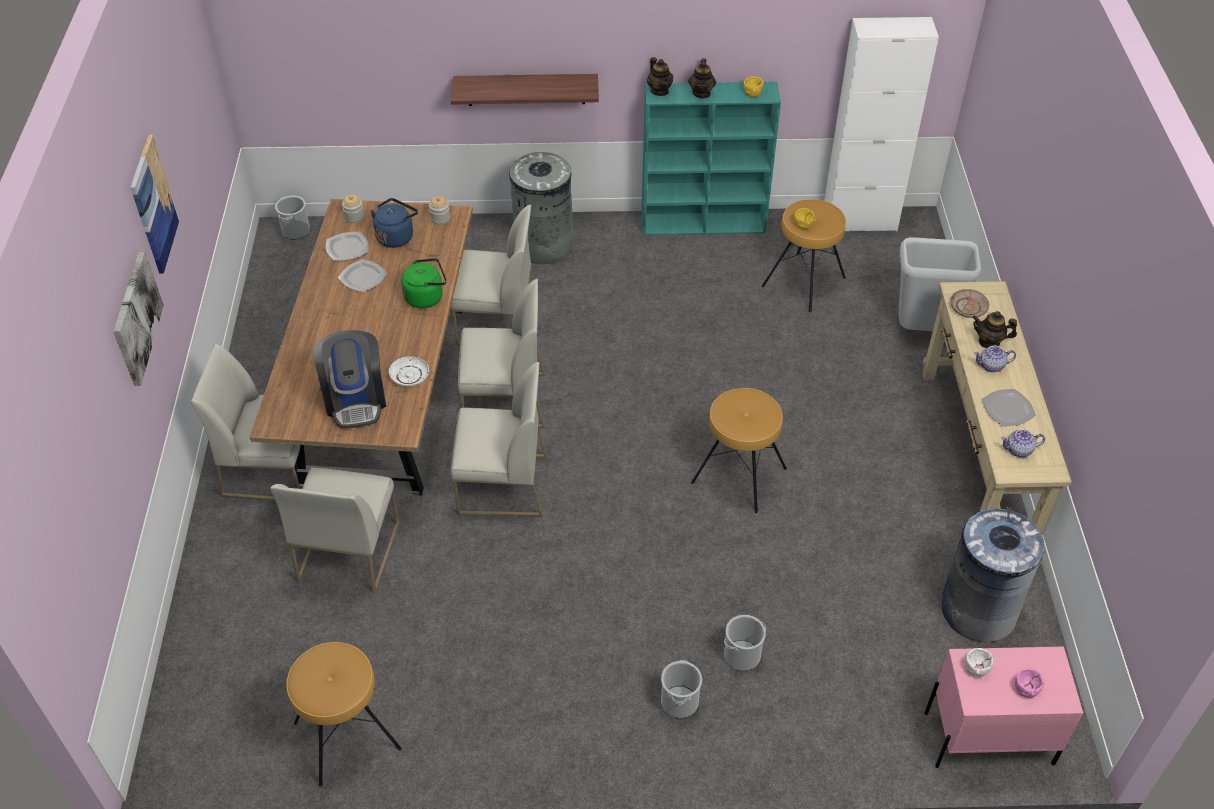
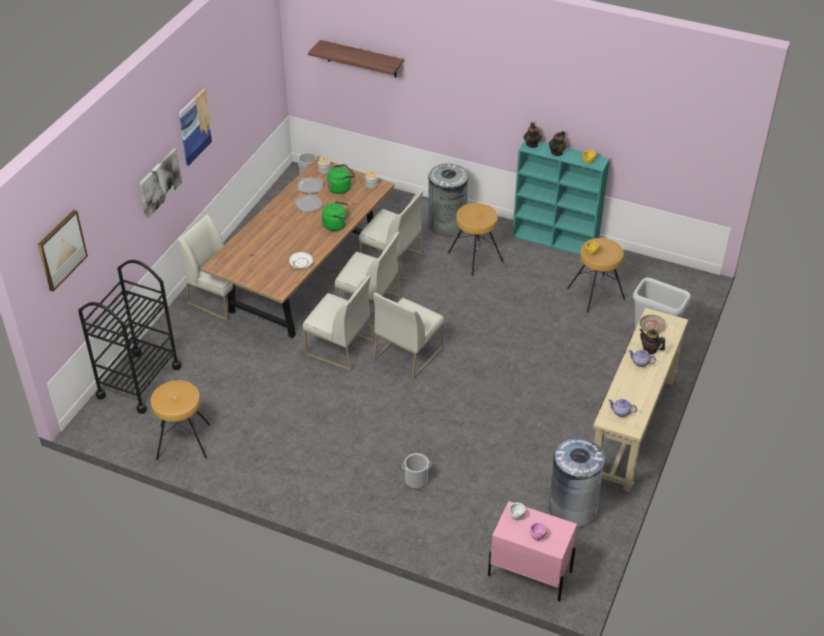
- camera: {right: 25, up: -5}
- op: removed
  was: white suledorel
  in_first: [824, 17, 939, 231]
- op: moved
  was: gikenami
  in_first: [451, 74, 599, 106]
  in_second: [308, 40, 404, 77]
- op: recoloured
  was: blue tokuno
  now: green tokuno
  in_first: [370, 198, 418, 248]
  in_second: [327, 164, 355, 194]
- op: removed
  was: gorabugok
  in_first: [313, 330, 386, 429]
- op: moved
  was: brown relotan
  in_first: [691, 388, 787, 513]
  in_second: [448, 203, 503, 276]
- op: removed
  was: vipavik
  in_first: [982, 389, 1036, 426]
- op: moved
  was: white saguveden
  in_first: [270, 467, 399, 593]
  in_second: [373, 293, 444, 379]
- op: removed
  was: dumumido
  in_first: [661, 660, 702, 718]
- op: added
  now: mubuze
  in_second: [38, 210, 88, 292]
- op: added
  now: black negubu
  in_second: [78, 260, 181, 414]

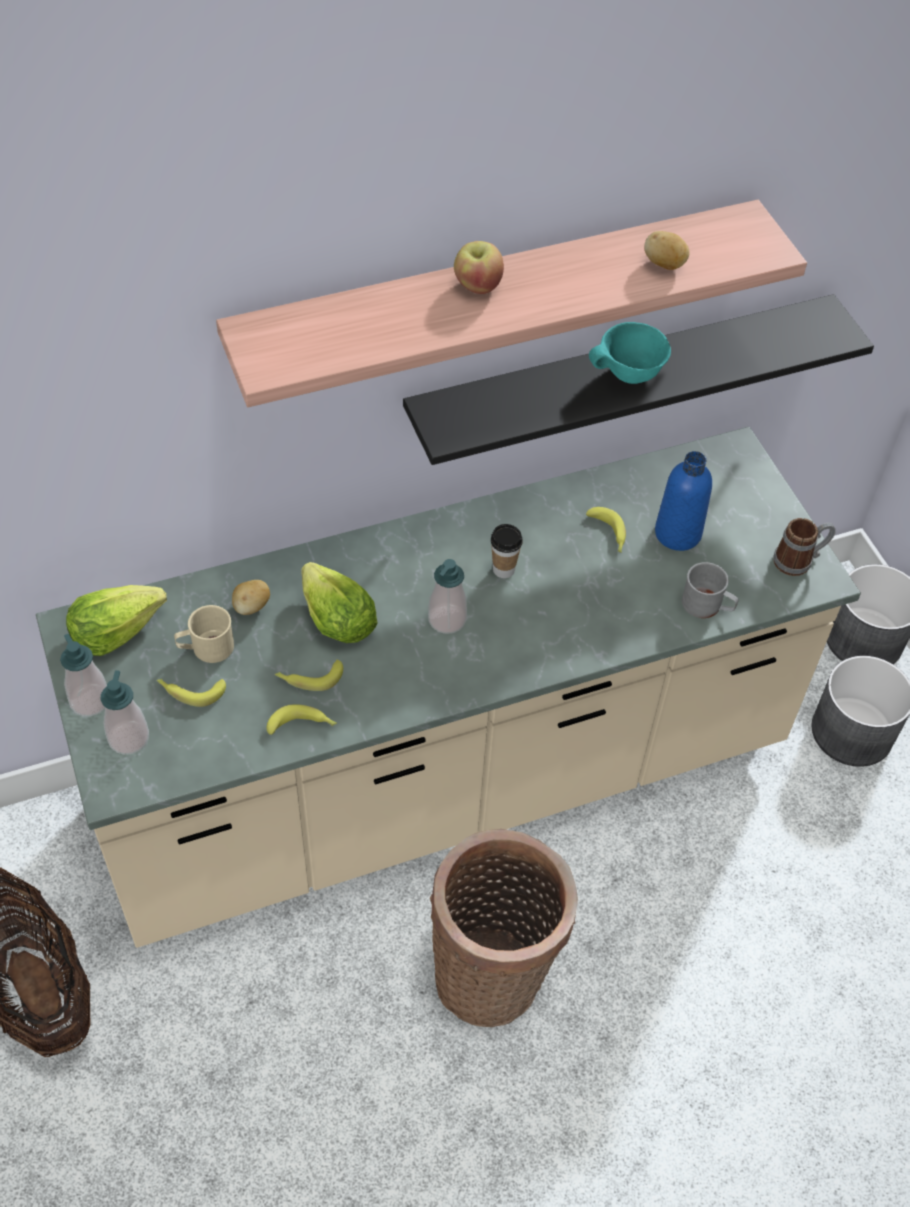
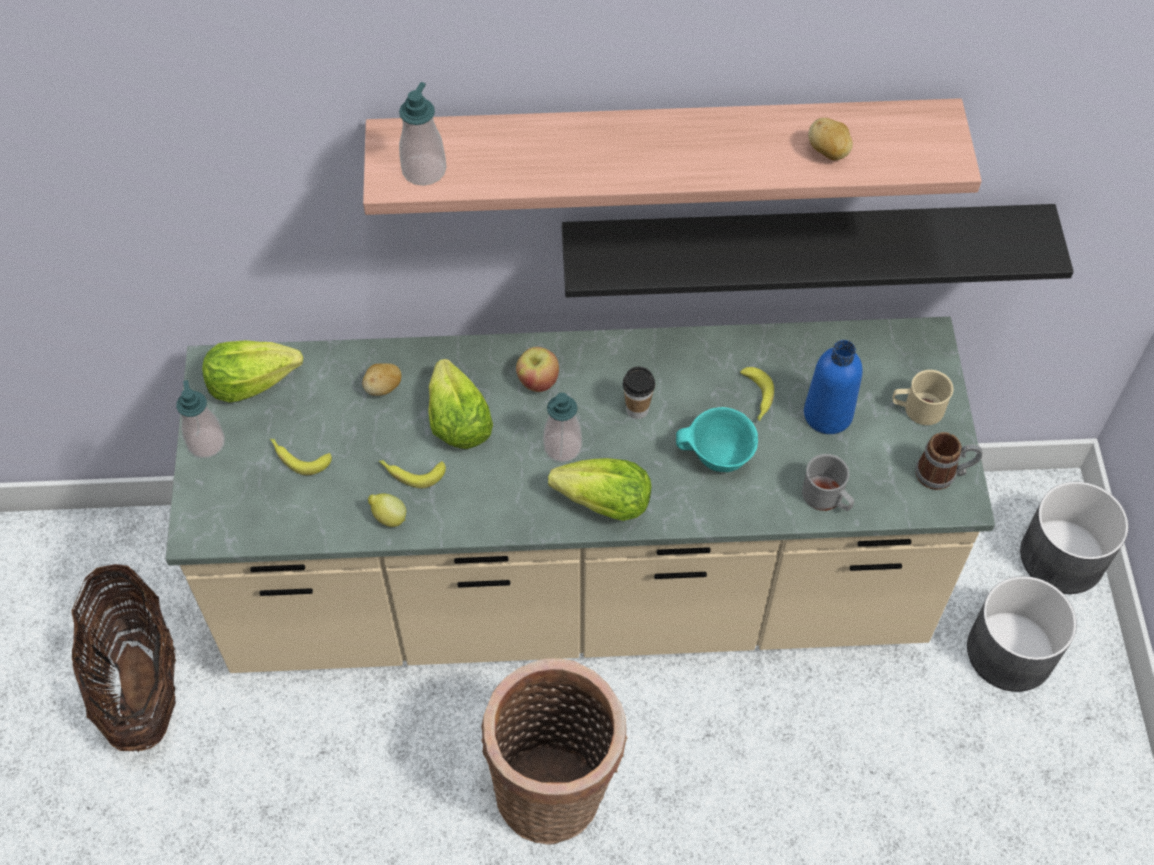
- camera: {right: 20, up: 5}
- op: moved
  was: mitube
  in_first: [454, 241, 504, 294]
  in_second: [516, 347, 559, 392]
- op: moved
  was: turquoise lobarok
  in_first: [589, 322, 671, 384]
  in_second: [676, 407, 758, 472]
- op: moved
  was: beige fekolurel
  in_first: [174, 605, 234, 663]
  in_second: [892, 370, 953, 425]
- op: moved
  was: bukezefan
  in_first: [101, 670, 149, 755]
  in_second: [399, 82, 446, 186]
- op: replaced
  was: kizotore
  now: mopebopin
  in_first: [267, 704, 337, 735]
  in_second: [368, 493, 406, 527]
- op: added
  now: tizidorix
  in_second: [548, 458, 652, 521]

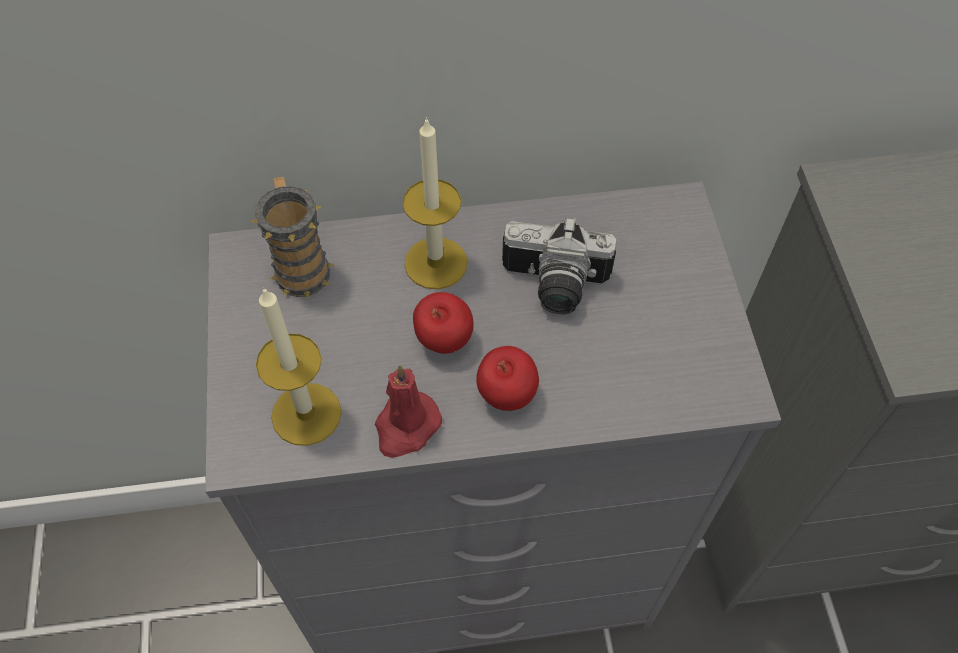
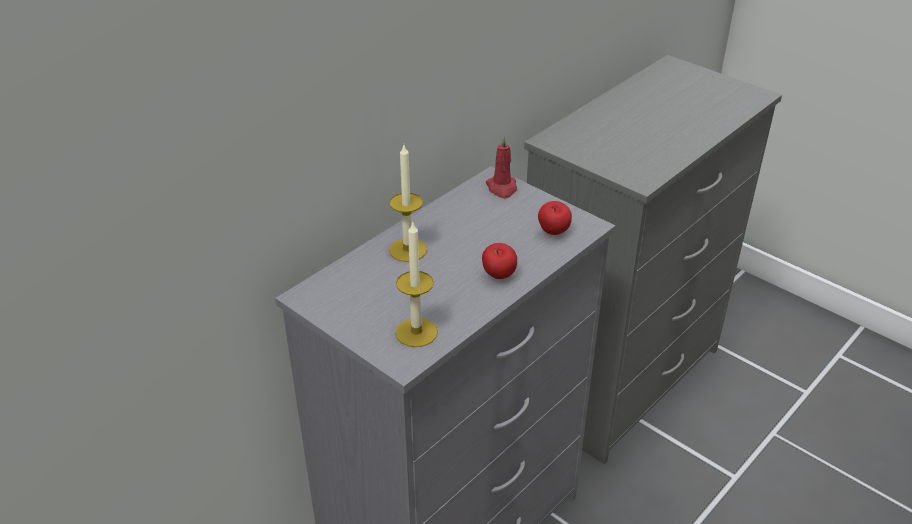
- camera: {right: -40, up: -20}
- op: removed
  was: fekolurel
  in_first: [251, 176, 334, 298]
- op: removed
  was: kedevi
  in_first: [502, 217, 617, 314]
- op: moved
  was: mitube
  in_first: [413, 292, 474, 354]
  in_second: [538, 201, 572, 235]
- op: moved
  was: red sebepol
  in_first: [375, 365, 442, 458]
  in_second: [486, 136, 517, 198]

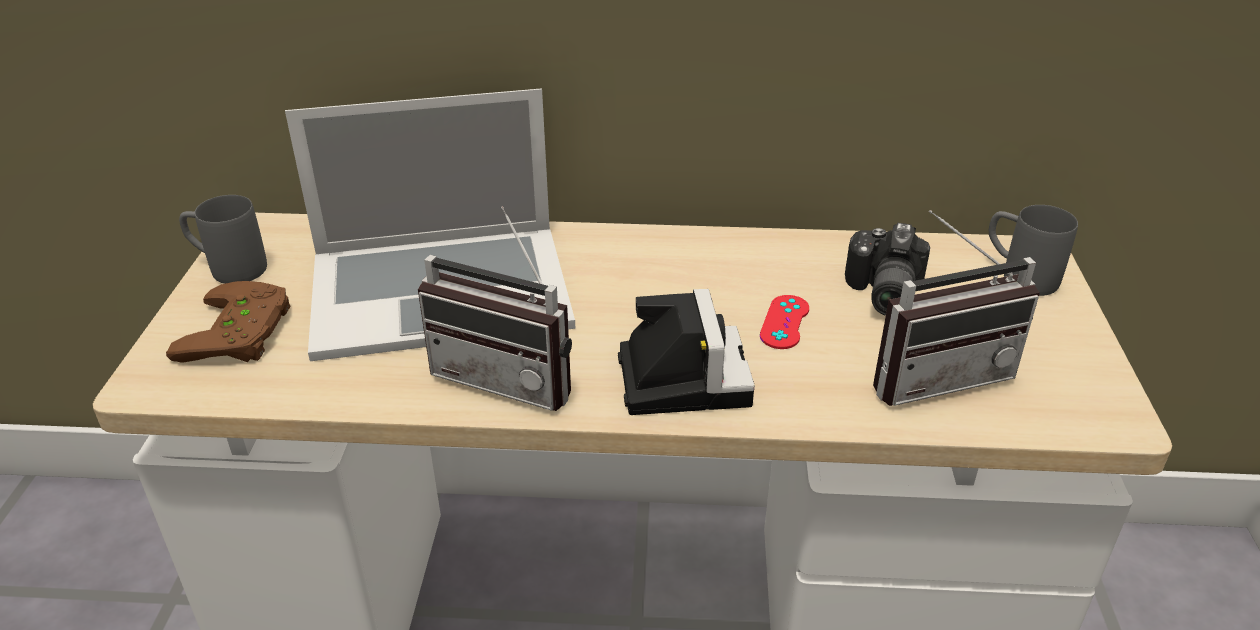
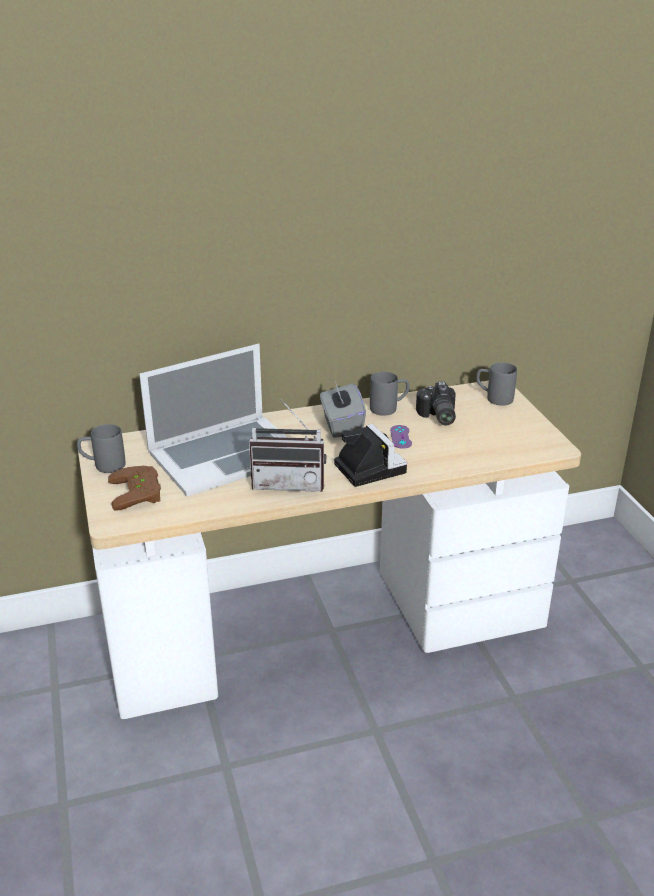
- camera: {right: -20, up: -5}
- op: removed
  was: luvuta
  in_first: [873, 210, 1040, 406]
- op: recoloured
  was: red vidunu
  now: purple vidunu
  in_first: [760, 295, 809, 349]
  in_second: [390, 425, 412, 449]
- op: added
  now: grey fekolurel
  in_second: [370, 372, 410, 416]
- op: added
  now: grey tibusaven
  in_second: [320, 381, 366, 438]

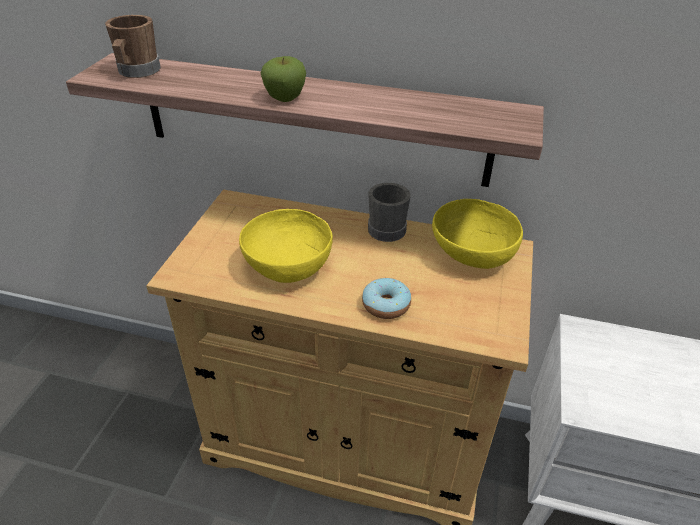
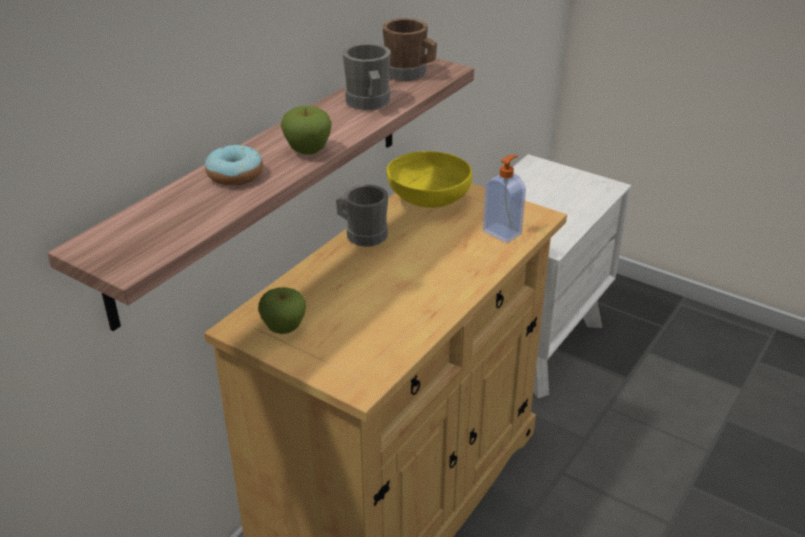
- camera: {right: -70, up: -5}
- op: moved
  was: brown fekolurel
  in_first: [105, 15, 161, 78]
  in_second: [382, 18, 437, 81]
- op: removed
  was: yellow lobarok
  in_first: [239, 209, 333, 283]
- op: moved
  was: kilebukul
  in_first: [362, 278, 411, 319]
  in_second: [205, 145, 263, 186]
- op: added
  now: grey fekolurel
  in_second: [343, 43, 391, 110]
- op: added
  now: bukezefan
  in_second: [483, 155, 526, 243]
- op: added
  now: mitube
  in_second: [258, 287, 306, 334]

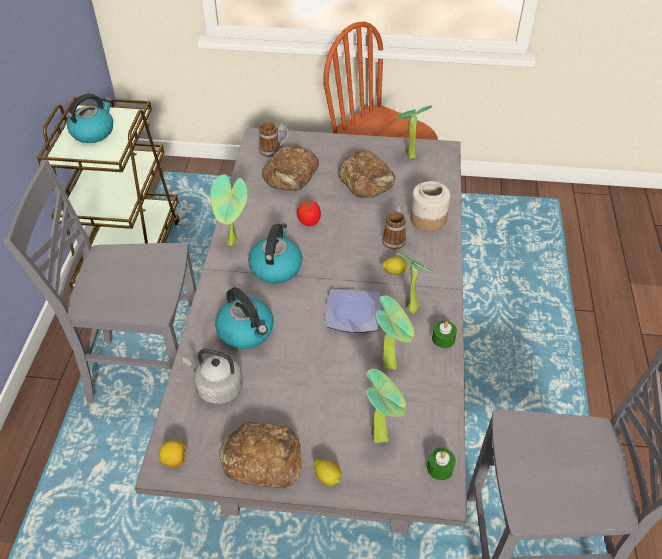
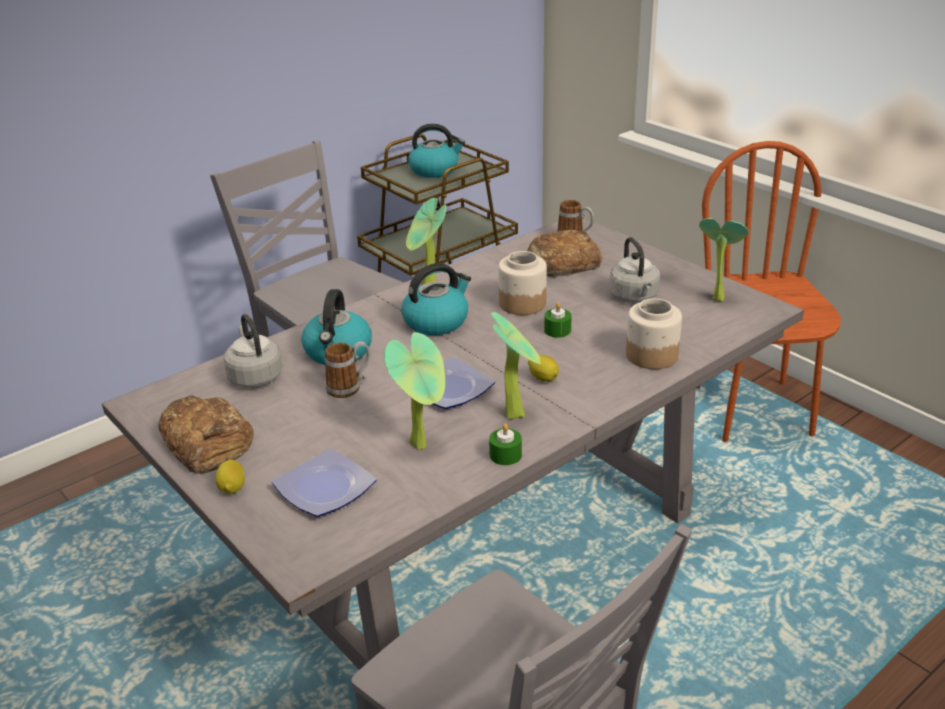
- camera: {right: 45, up: -15}
- op: replaced
  was: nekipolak
  now: grey tokuno
  in_first: [339, 151, 396, 198]
  in_second: [609, 237, 660, 303]
- op: replaced
  was: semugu
  now: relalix
  in_first: [297, 201, 321, 226]
  in_second: [498, 251, 547, 315]
- op: moved
  was: fekolurel
  in_first: [382, 206, 406, 250]
  in_second: [325, 342, 371, 398]
- op: replaced
  was: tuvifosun
  now: vipavik
  in_first: [366, 369, 406, 443]
  in_second: [272, 448, 377, 517]
- op: removed
  was: mopebopin
  in_first: [159, 440, 187, 467]
- op: moved
  was: green sebepol
  in_first: [427, 448, 456, 480]
  in_second: [544, 302, 572, 338]

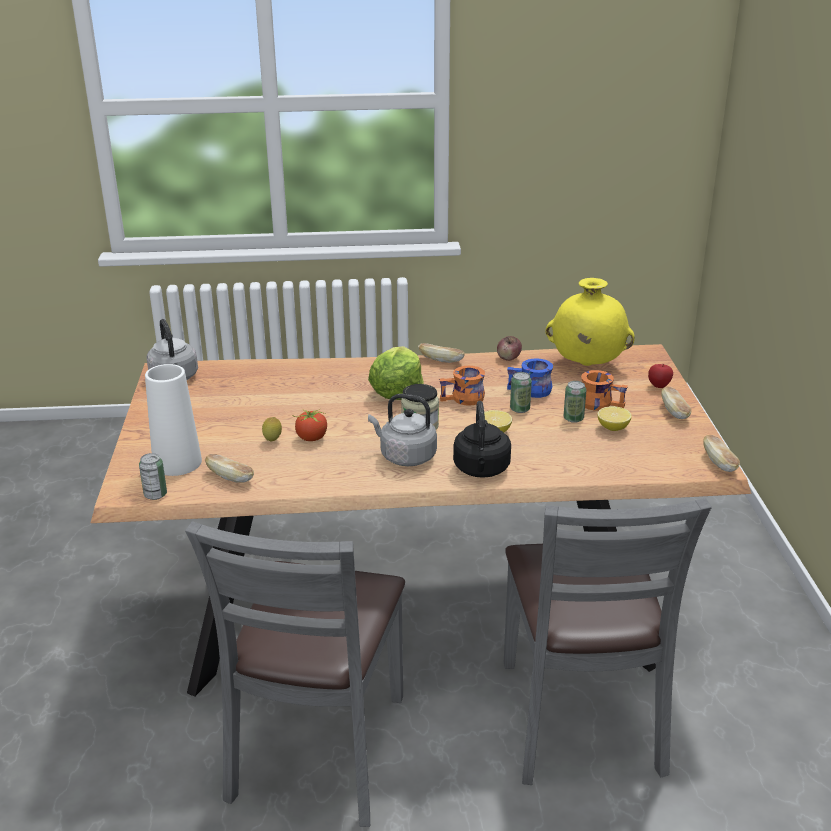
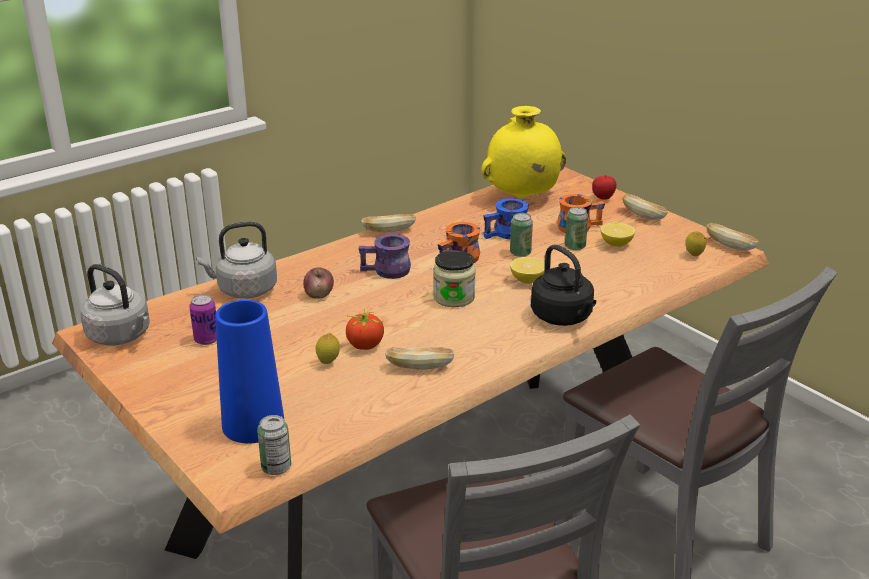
- camera: {right: -35, up: 0}
- op: moved
  was: mitube
  in_first: [497, 336, 522, 361]
  in_second: [303, 267, 334, 298]
- op: replaced
  was: tizidorix
  now: purple fekolurel
  in_first: [368, 346, 424, 400]
  in_second: [358, 234, 411, 279]
- op: recoloured
  was: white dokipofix
  now: blue dokipofix
  in_first: [145, 364, 202, 476]
  in_second: [215, 300, 284, 443]
- op: moved
  was: grey tokuno
  in_first: [368, 394, 437, 466]
  in_second: [196, 222, 277, 299]
- op: moved
  was: nekipolak
  in_first: [205, 454, 254, 483]
  in_second: [385, 347, 454, 370]
- op: added
  now: mopebopin
  in_second: [685, 231, 706, 256]
- op: added
  now: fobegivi
  in_second: [189, 294, 217, 345]

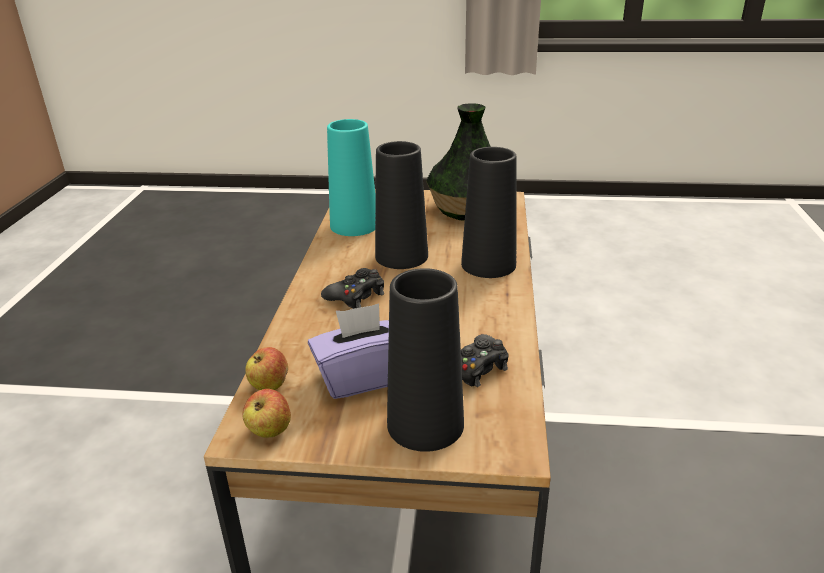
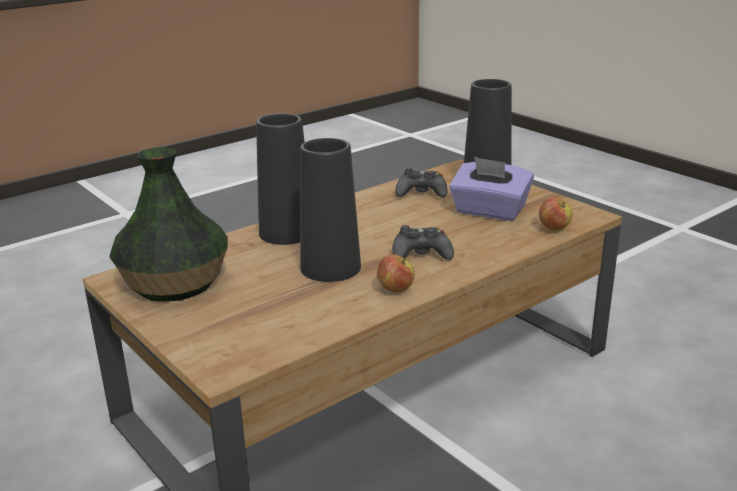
- camera: {right: -135, up: -5}
- op: removed
  was: turquoise dokipofix
  in_first: [327, 119, 376, 236]
- op: moved
  was: mitube
  in_first: [242, 389, 291, 438]
  in_second: [377, 255, 415, 293]

